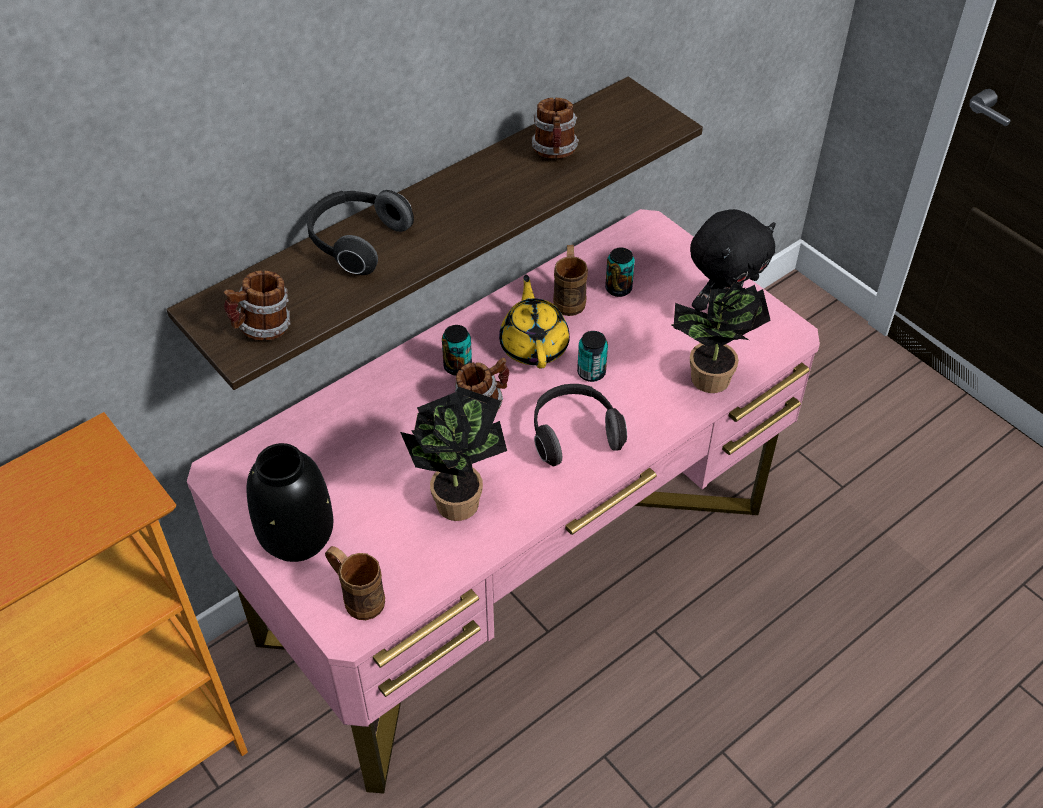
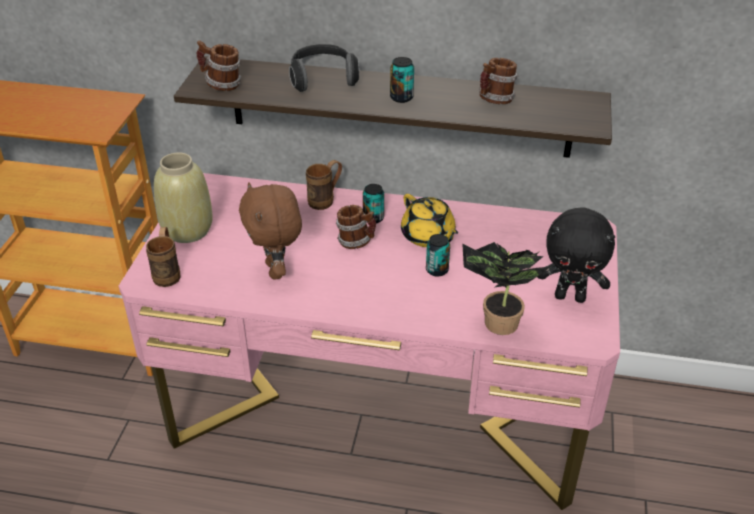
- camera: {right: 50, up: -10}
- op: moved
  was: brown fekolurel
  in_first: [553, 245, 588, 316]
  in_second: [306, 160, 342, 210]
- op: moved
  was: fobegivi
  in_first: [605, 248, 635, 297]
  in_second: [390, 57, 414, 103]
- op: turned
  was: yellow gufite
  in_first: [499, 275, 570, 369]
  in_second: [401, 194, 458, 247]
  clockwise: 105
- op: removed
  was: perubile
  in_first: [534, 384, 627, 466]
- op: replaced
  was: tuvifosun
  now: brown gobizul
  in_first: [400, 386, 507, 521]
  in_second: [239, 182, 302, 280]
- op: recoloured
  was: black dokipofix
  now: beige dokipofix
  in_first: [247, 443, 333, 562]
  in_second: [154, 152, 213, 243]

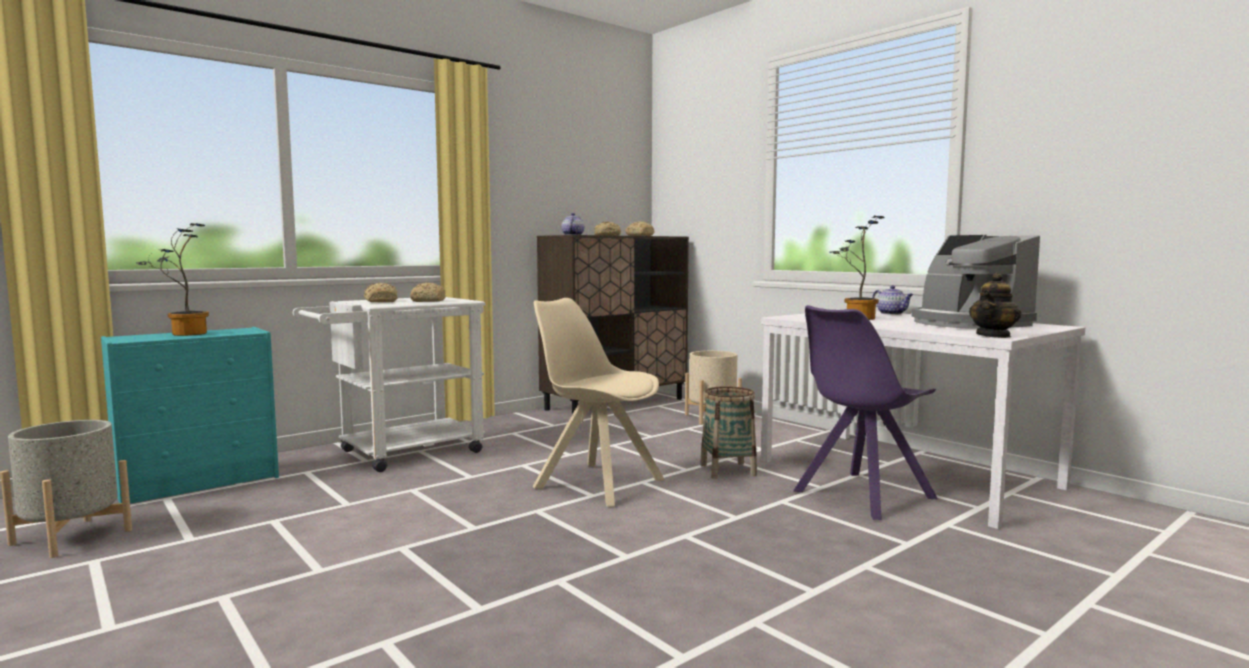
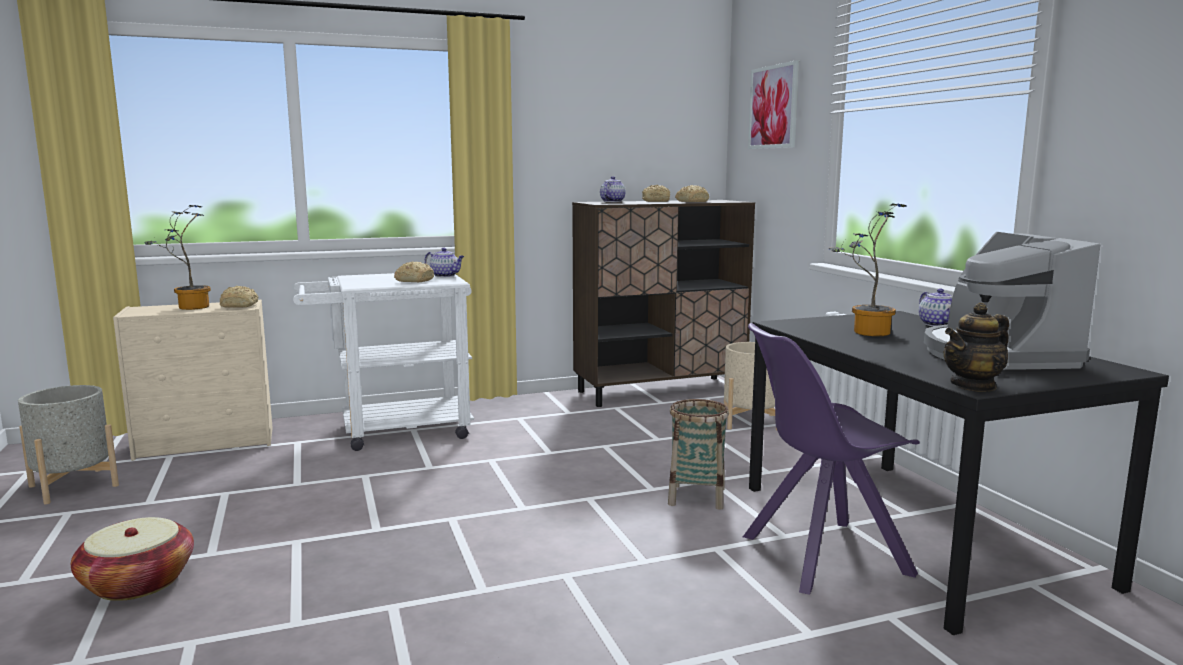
- camera: {right: 20, up: 5}
- op: moved
  was: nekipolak
  in_first: [364, 283, 397, 302]
  in_second: [220, 286, 258, 308]
- op: removed
  was: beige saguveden
  in_first: [533, 298, 665, 507]
- op: recoloured
  was: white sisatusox
  now: black sisatusox
  in_first: [761, 312, 1085, 529]
  in_second: [749, 311, 1169, 635]
- op: recoloured
  was: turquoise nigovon
  now: beige nigovon
  in_first: [101, 327, 279, 504]
  in_second: [113, 300, 273, 461]
- op: added
  now: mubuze
  in_second: [748, 60, 799, 149]
- op: added
  now: gufite
  in_second: [425, 248, 464, 277]
- op: added
  now: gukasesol
  in_second: [71, 517, 194, 601]

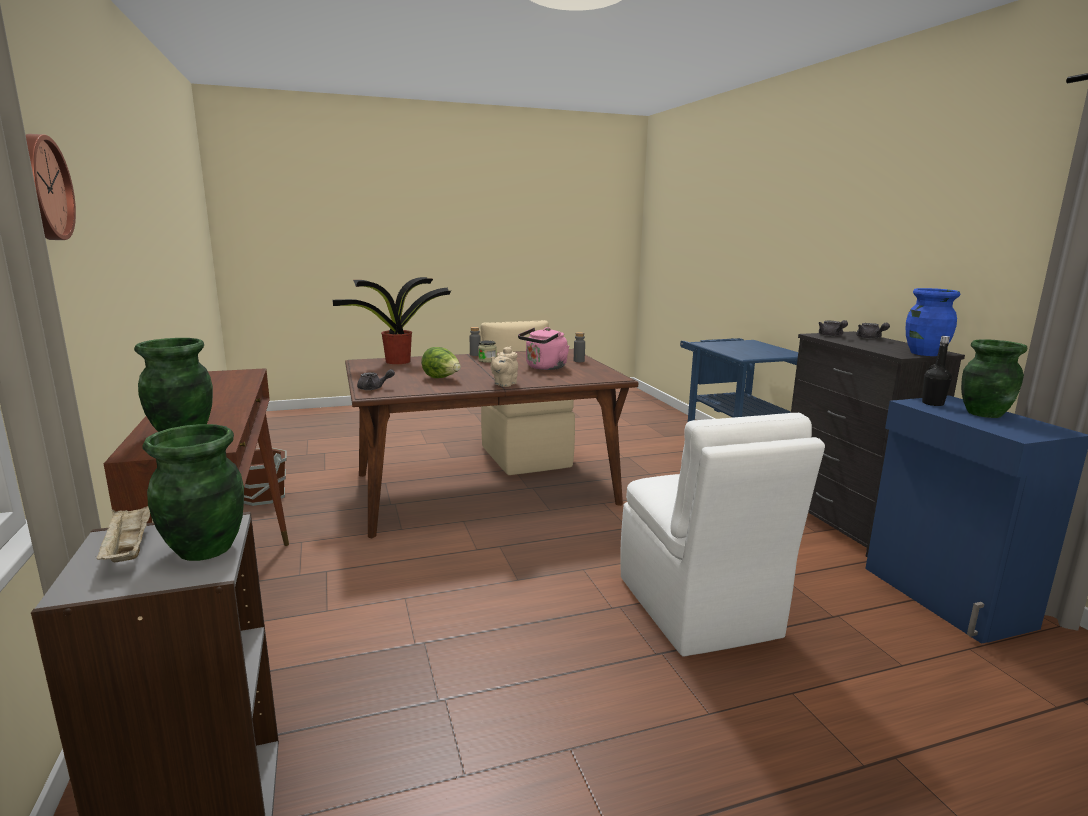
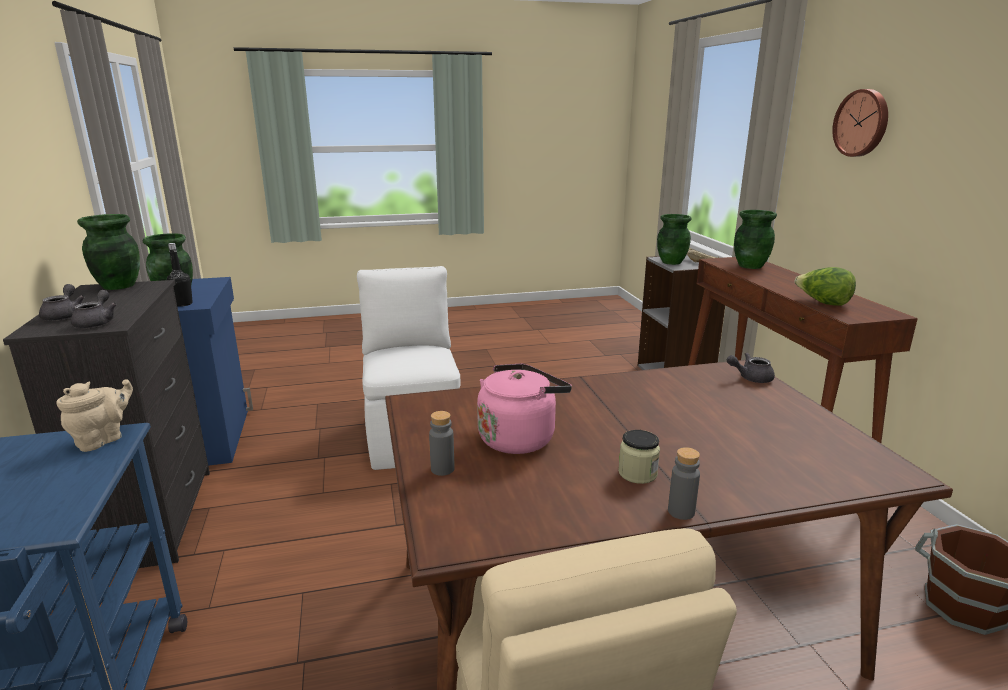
- camera: {right: -175, up: 5}
- op: removed
  was: tuvifosun
  in_first: [332, 277, 451, 364]
- op: recoloured
  was: blue dokipofix
  now: green dokipofix
  in_first: [906, 288, 960, 356]
  in_second: [77, 214, 140, 290]
- op: moved
  was: beige gufite
  in_first: [490, 346, 518, 387]
  in_second: [56, 379, 133, 452]
- op: moved
  was: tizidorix
  in_first: [421, 347, 461, 378]
  in_second: [794, 267, 856, 306]

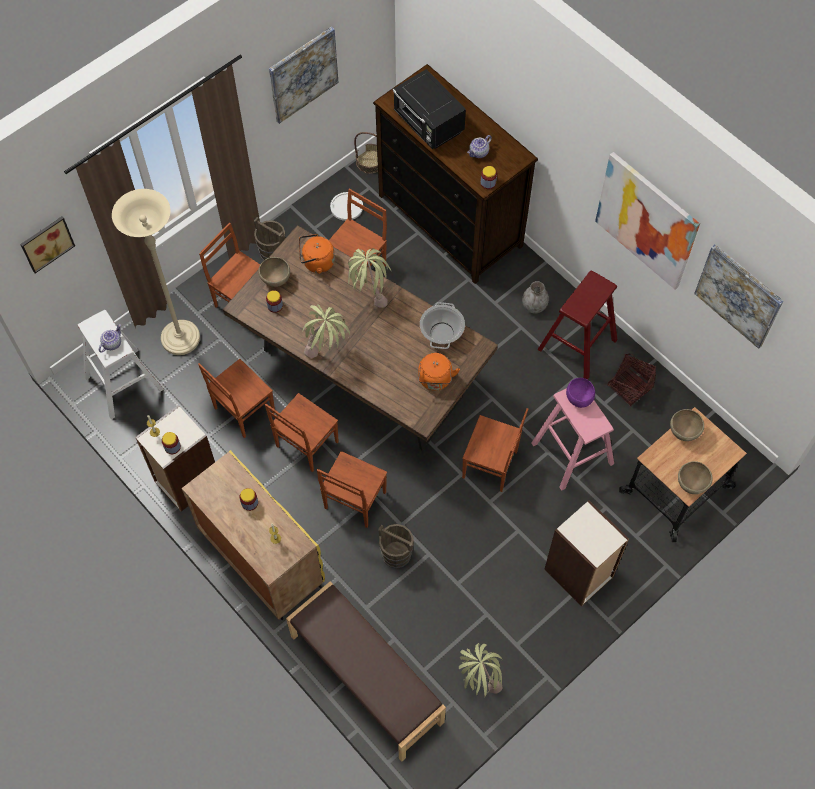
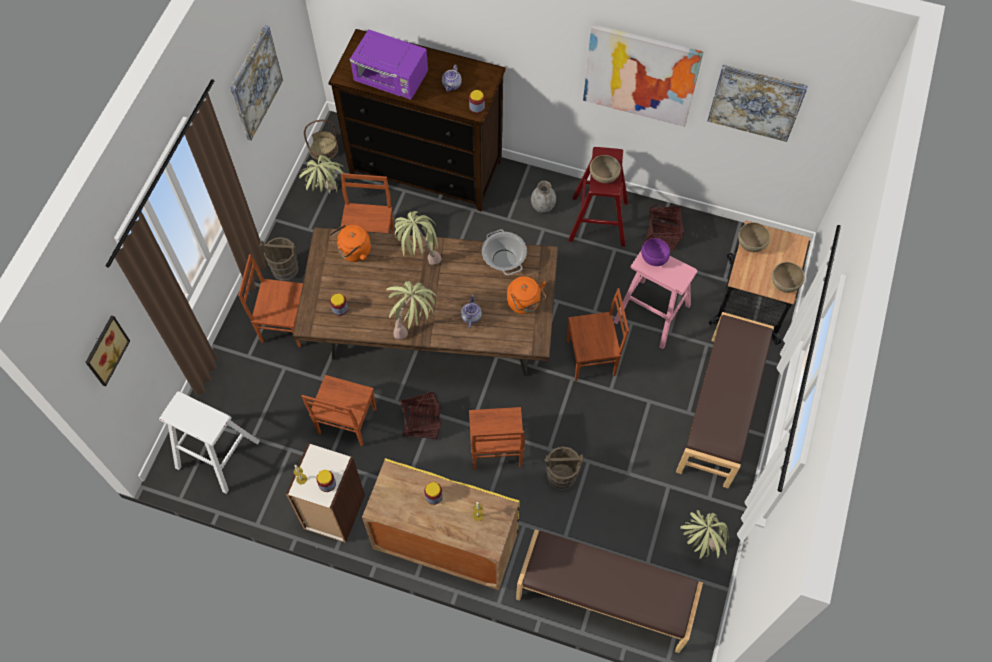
- camera: {right: -30, up: 0}
- op: recoloured
  was: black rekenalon
  now: purple rekenalon
  in_first: [393, 69, 466, 149]
  in_second: [350, 29, 428, 100]
- op: removed
  was: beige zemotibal
  in_first: [112, 189, 200, 355]
- op: replaced
  was: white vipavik
  now: tuvifosun
  in_first: [330, 192, 363, 221]
  in_second: [299, 155, 344, 193]
- op: moved
  was: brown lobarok
  in_first: [258, 257, 290, 287]
  in_second: [590, 155, 621, 183]
- op: moved
  was: gufite
  in_first: [99, 324, 121, 353]
  in_second: [461, 295, 482, 328]
- op: replaced
  was: brown saguveden
  now: gukasesol
  in_first: [265, 393, 339, 472]
  in_second: [400, 392, 441, 439]
- op: replaced
  was: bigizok
  now: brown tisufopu
  in_first: [545, 500, 629, 606]
  in_second: [676, 312, 774, 488]

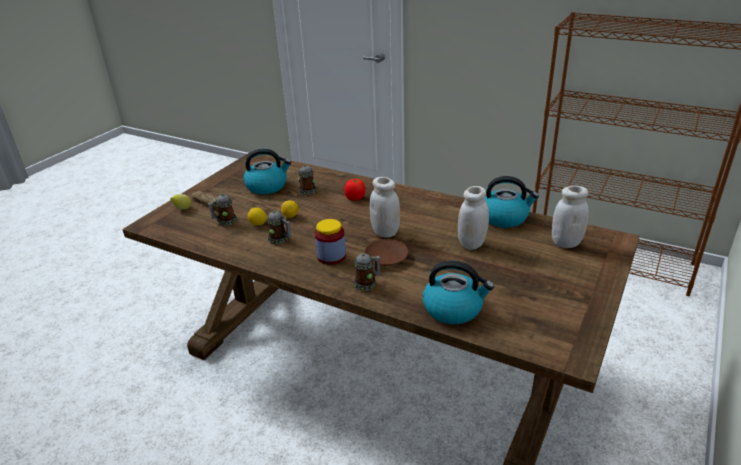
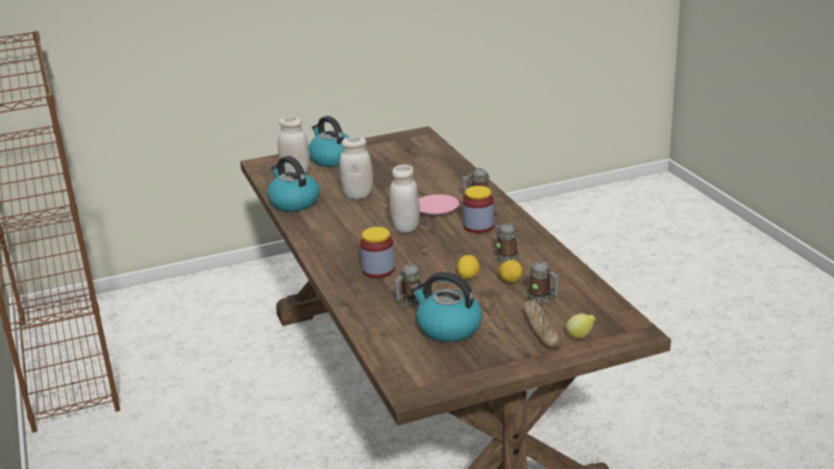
- camera: {right: -140, up: -5}
- op: replaced
  was: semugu
  now: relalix
  in_first: [344, 179, 365, 201]
  in_second: [360, 227, 395, 278]
- op: recoloured
  was: brown vipavik
  now: pink vipavik
  in_first: [364, 239, 408, 266]
  in_second: [419, 194, 459, 215]
- op: moved
  was: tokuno
  in_first: [423, 260, 494, 324]
  in_second: [309, 116, 349, 167]

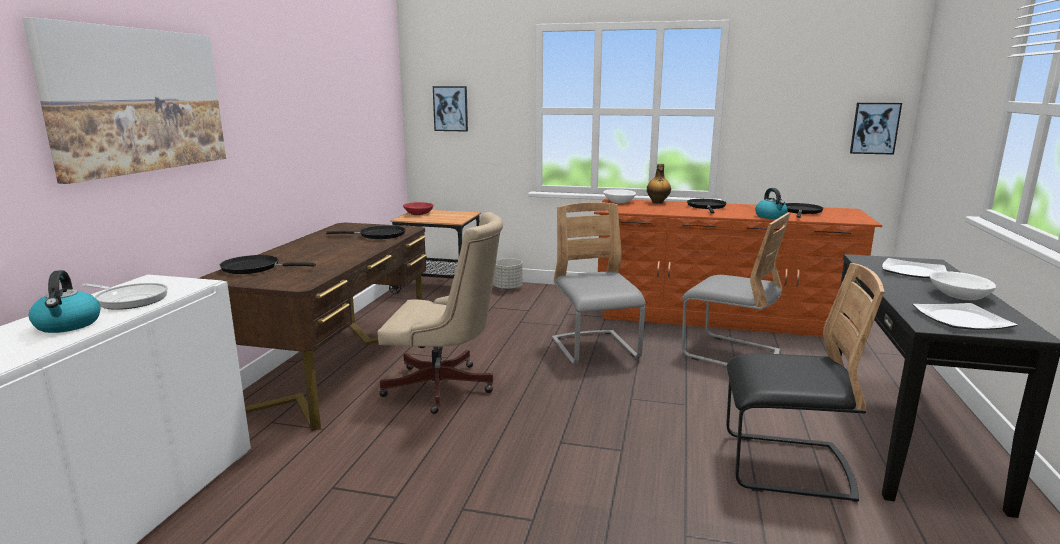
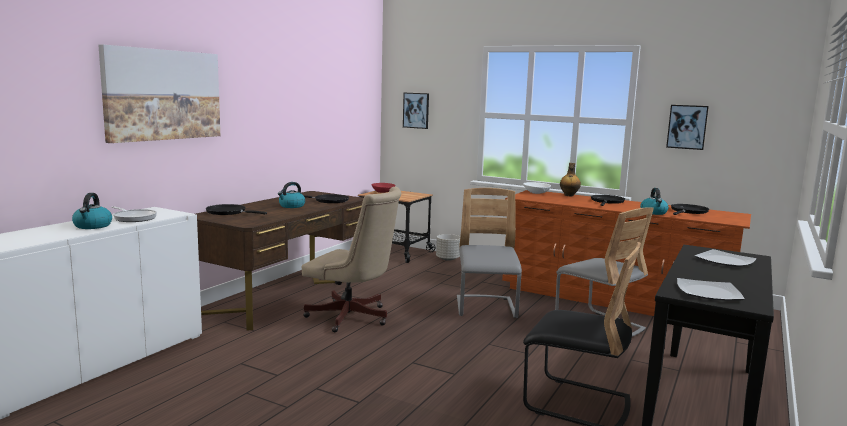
- camera: {right: 15, up: -5}
- op: moved
  was: mubuze
  in_first: [850, 103, 902, 155]
  in_second: [666, 105, 709, 150]
- op: removed
  was: white lobarok
  in_first: [929, 271, 996, 300]
- op: added
  now: tokuno
  in_second: [278, 182, 305, 208]

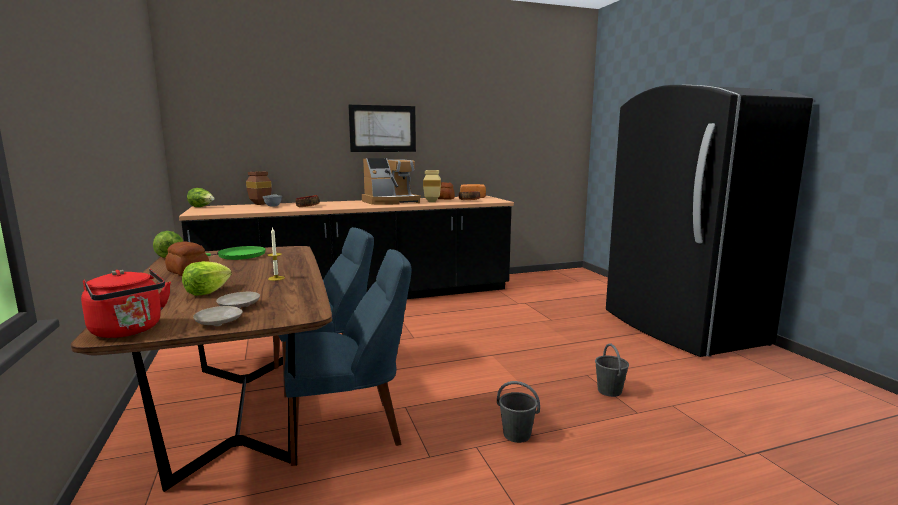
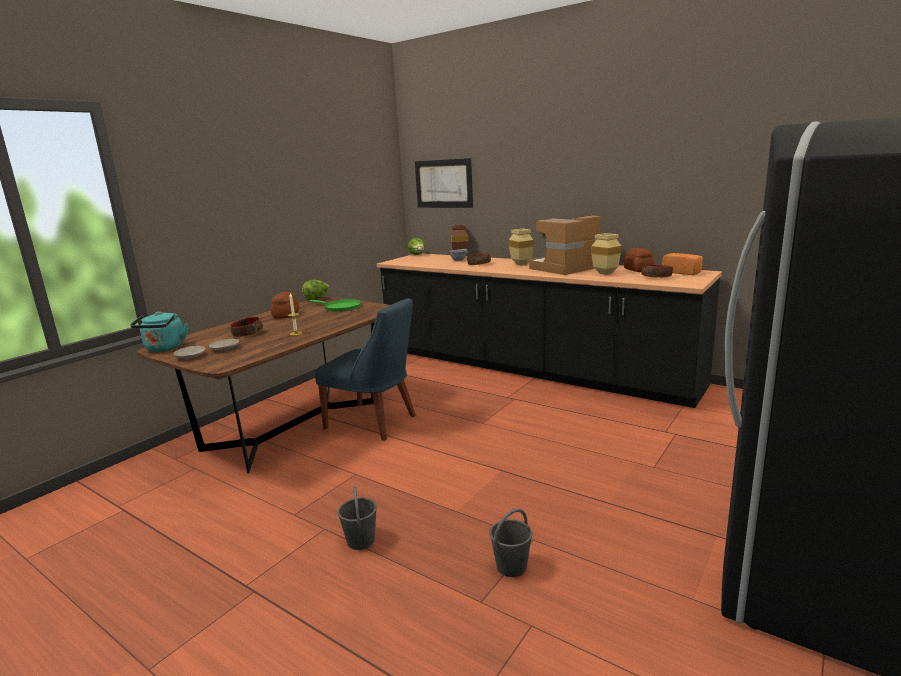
- camera: {right: 55, up: 5}
- op: moved
  was: mubuze
  in_first: [349, 105, 416, 152]
  in_second: [415, 158, 473, 208]
- op: turned
  was: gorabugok
  in_first: [362, 158, 421, 205]
  in_second: [527, 215, 601, 275]
  clockwise: 120
- op: removed
  was: blue saguveden
  in_first: [284, 249, 411, 466]
- op: replaced
  was: tizidorix
  now: lobarok
  in_first: [182, 261, 232, 296]
  in_second: [230, 317, 263, 337]
- op: recoloured
  was: red tokuno
  now: turquoise tokuno
  in_first: [81, 269, 171, 338]
  in_second: [130, 311, 188, 352]
- op: added
  now: beige dokipofix
  in_second: [509, 229, 534, 266]

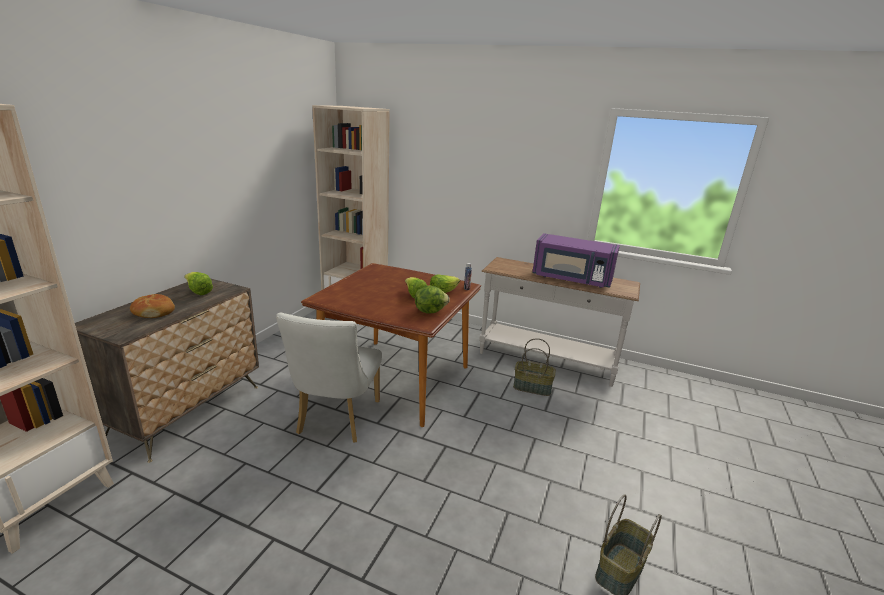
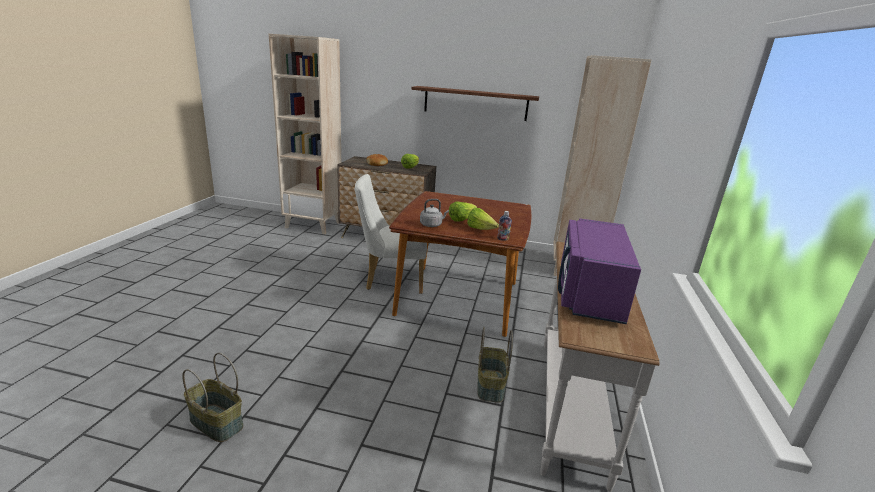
- camera: {right: 80, up: 0}
- op: replaced
  was: tizidorix
  now: grey tokuno
  in_first: [415, 285, 450, 313]
  in_second: [420, 199, 449, 227]
- op: added
  now: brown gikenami
  in_second: [411, 86, 539, 121]

